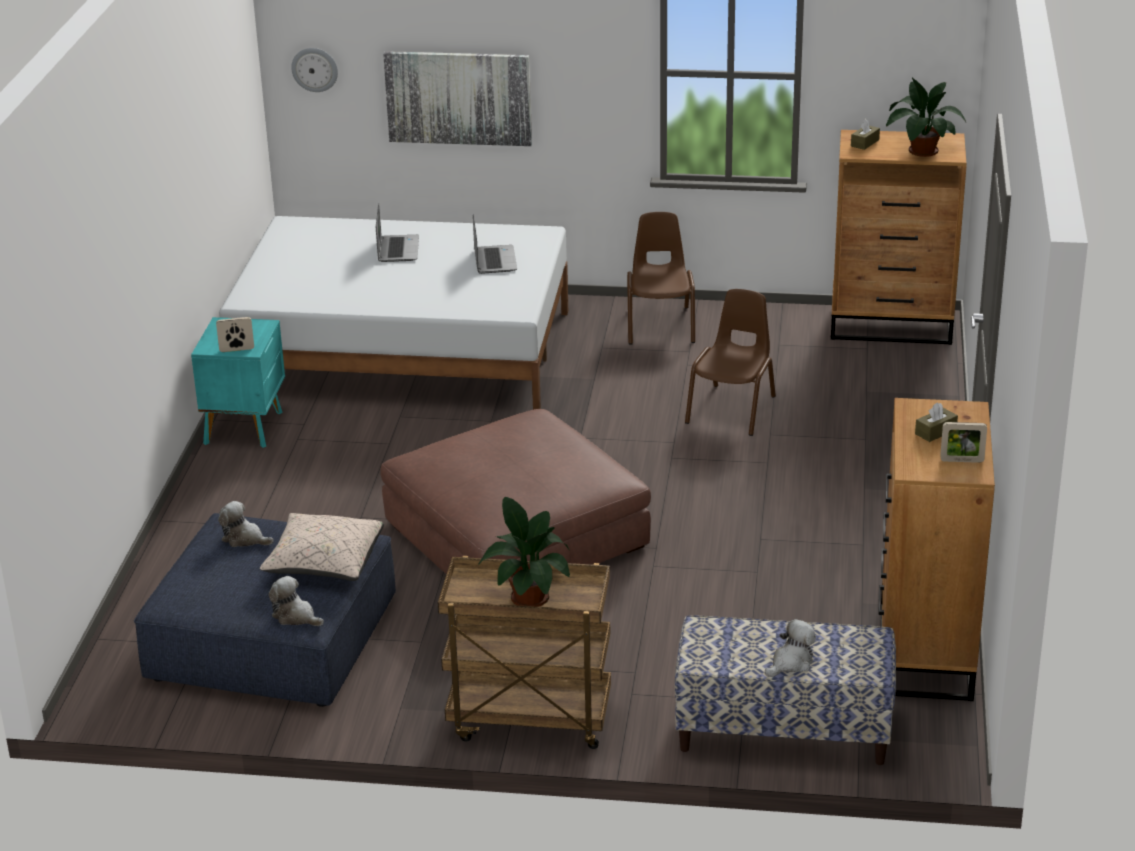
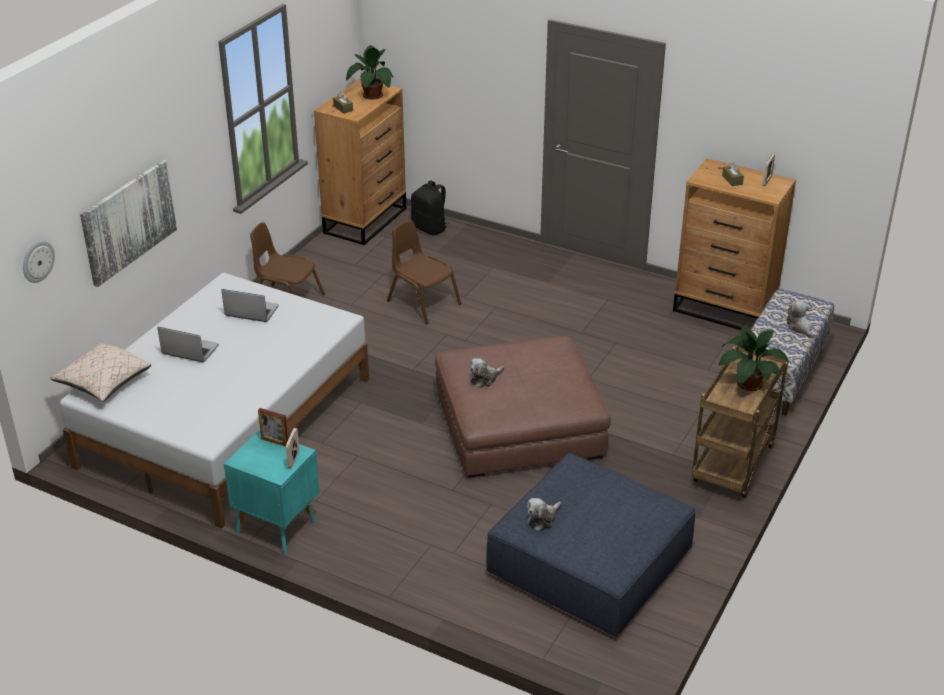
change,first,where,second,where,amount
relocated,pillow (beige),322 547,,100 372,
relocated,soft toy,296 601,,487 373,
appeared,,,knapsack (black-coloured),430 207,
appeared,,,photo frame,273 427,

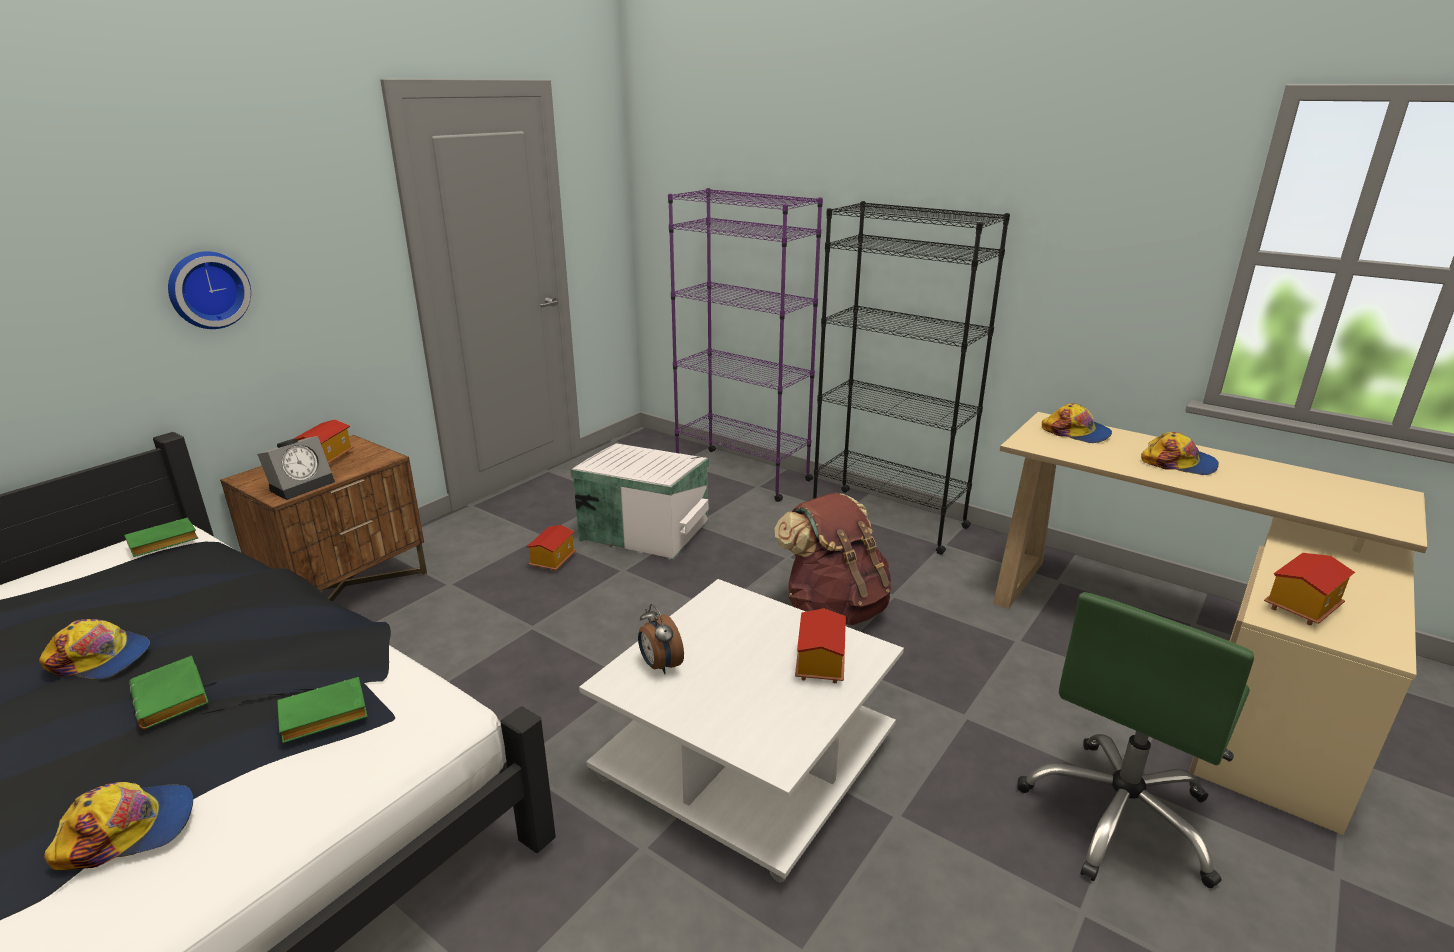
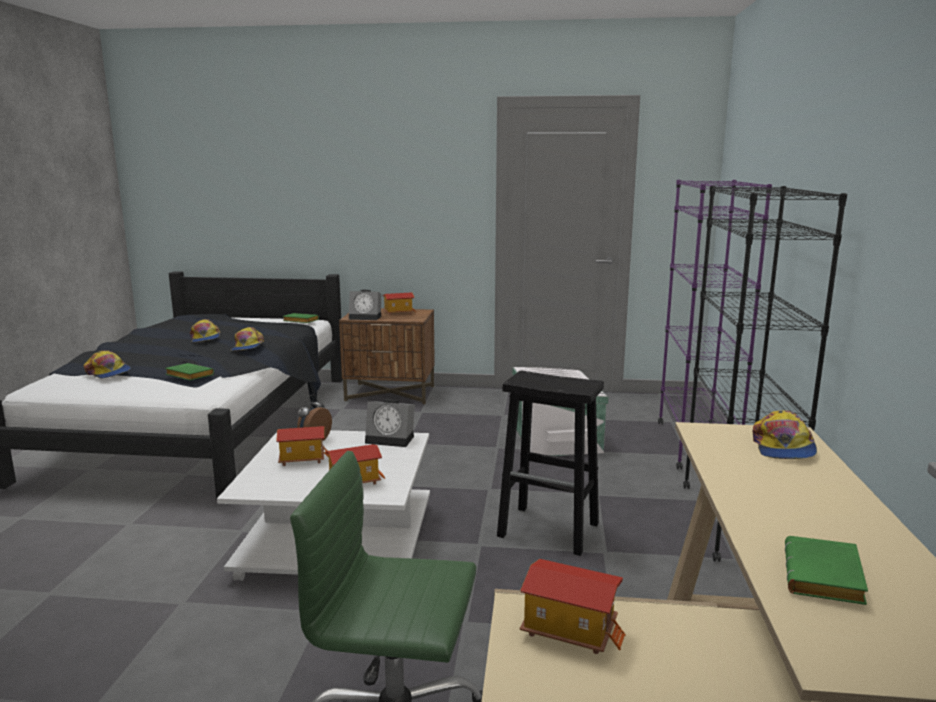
change,first,where,second,where,amount
missing,clock on the wall,209 290,,,
relocated,peaked cap,1180 453,,247 339,
exchanged,knapsack (brownish),833 559,stool seat (black-coloured),550 463,
relocated,miniature house,551 548,,302 446,
relocated,book (green),169 692,,826 570,
appeared,,,bedside clock,390 423,

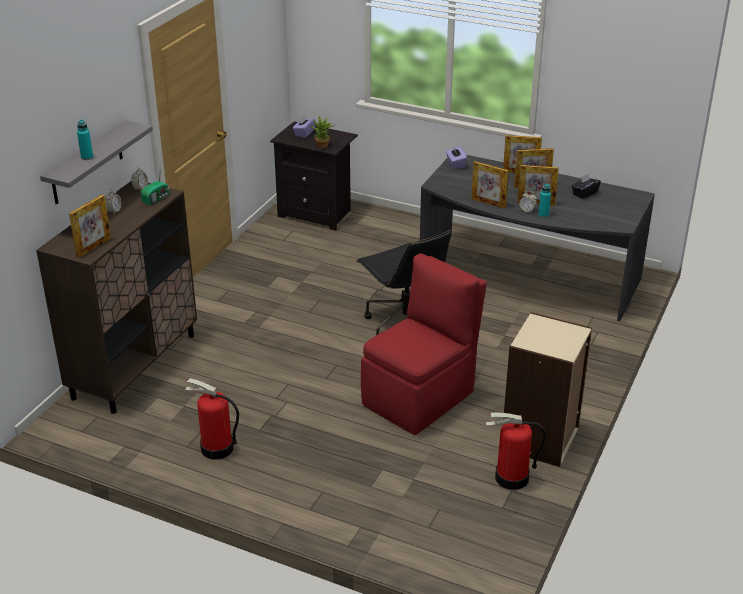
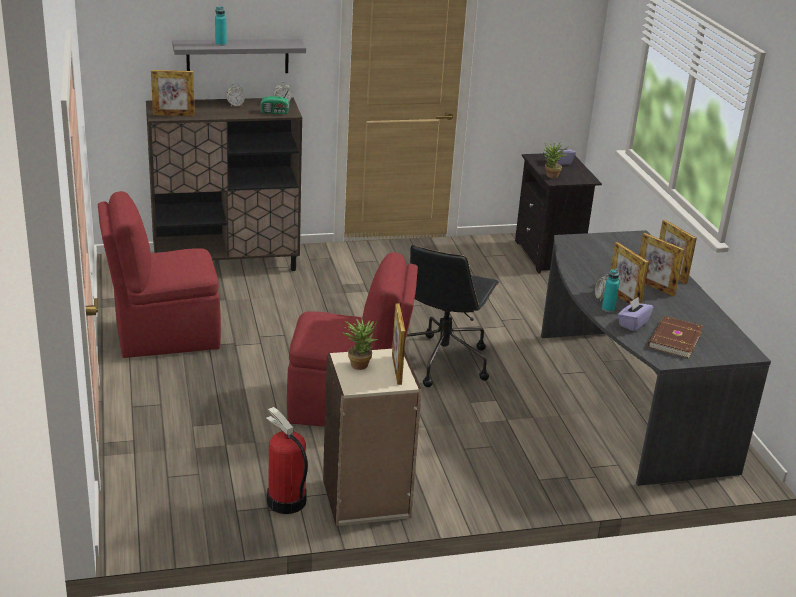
change,first,where,second,where,amount
relocated,tissue box (purplish),456 158,,635 314,
relocated,photo frame,490 185,,399 344,
missing,tissue box (black-coloured),586 186,,,
exchanged,fire-fighting cylinder,211 418,chair (red-coloured),159 274,
appeared,,,book (brownish),675 337,
appeared,,,potted plant,360 343,

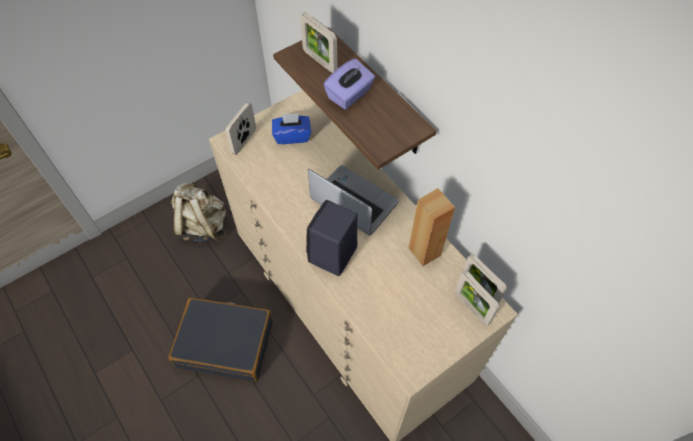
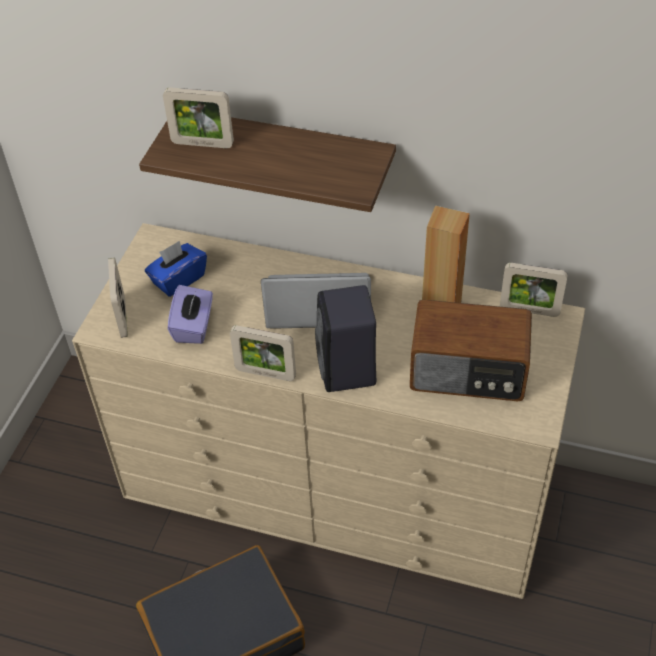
change,first,where,second,where,amount
relocated,tissue box (purplish),349 84,,190 314,
missing,knapsack (beige),198 212,,,
relocated,photo frame,477 298,,263 353,
appeared,,,radio,471 350,

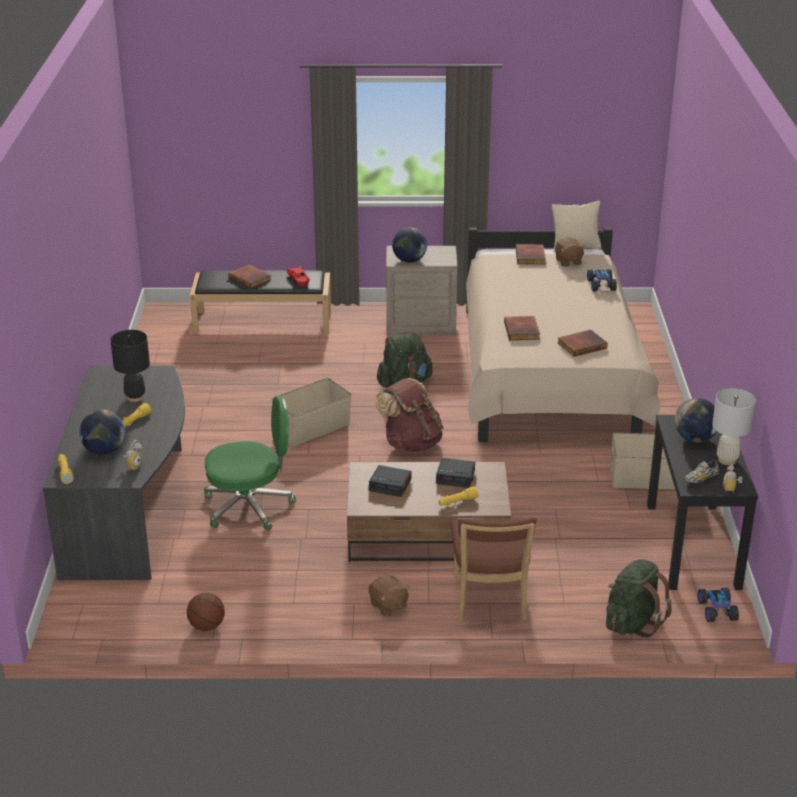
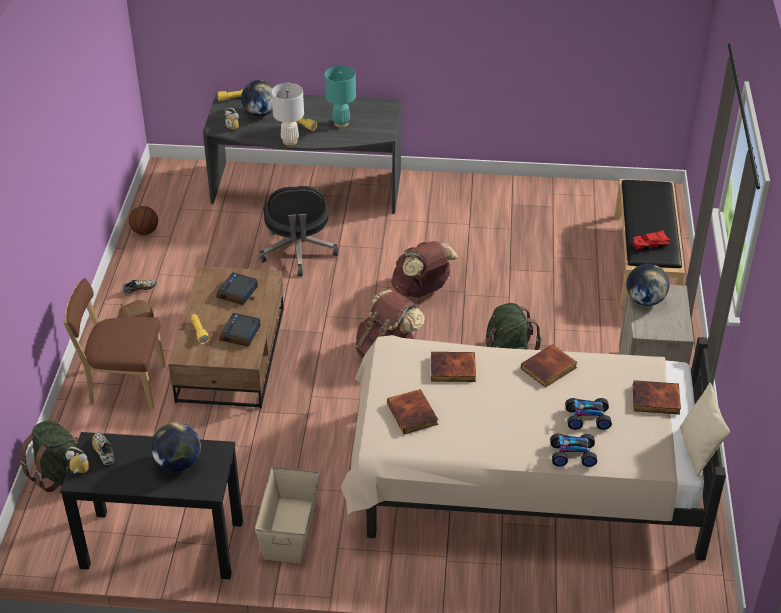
change,first,where,second,where,amount
missing,soft toy (brownish),570 252,,,
relocated,book,249 277,,549 366,
colour,table lamp (black-coloured),130 366,table lamp (blue-green),340 97,
exchanged,storage bin (beige),312 412,knapsack (brownish),424 269,
relocated,table lamp (whitish),734 426,,287 114,
colour,office chair (green),250 463,office chair (black-coloured),299 231,
relocated,toy car,718 605,,588 414,
appeared,,,shoe,139 287,

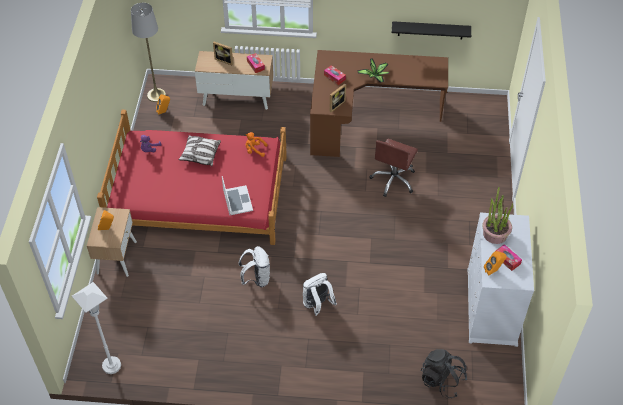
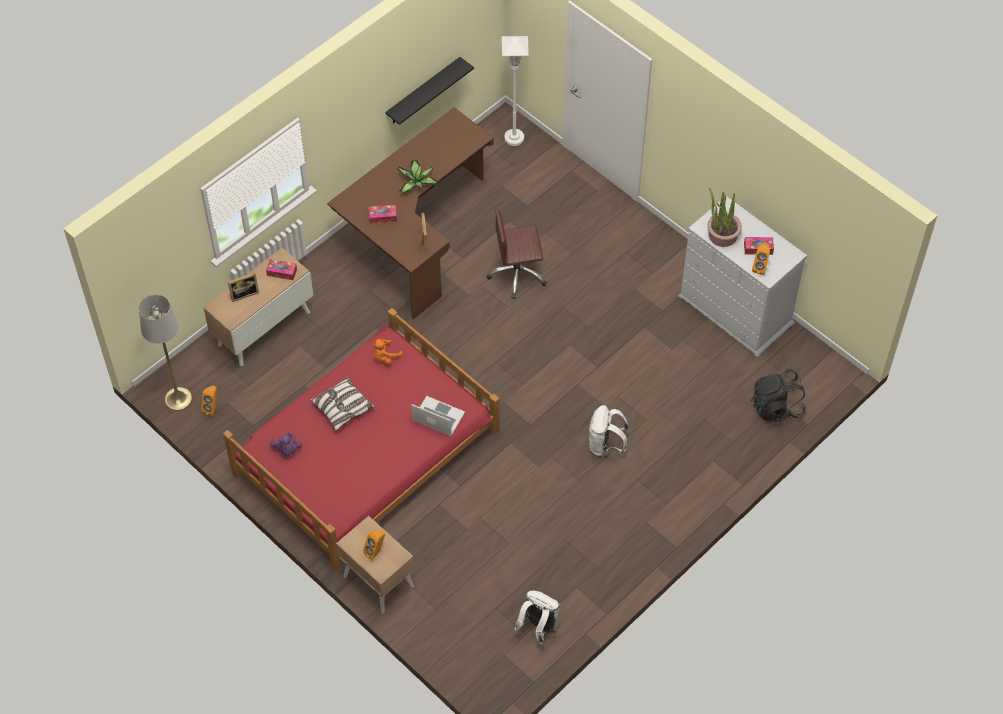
change,first,where,second,where,amount
spun,office chair (brownish),393 168,,517 253,105 degrees clockwise
relocated,knapsack (whitish),254 266,,537 618,
relocated,floor lamp (whitish),96 328,,515 91,

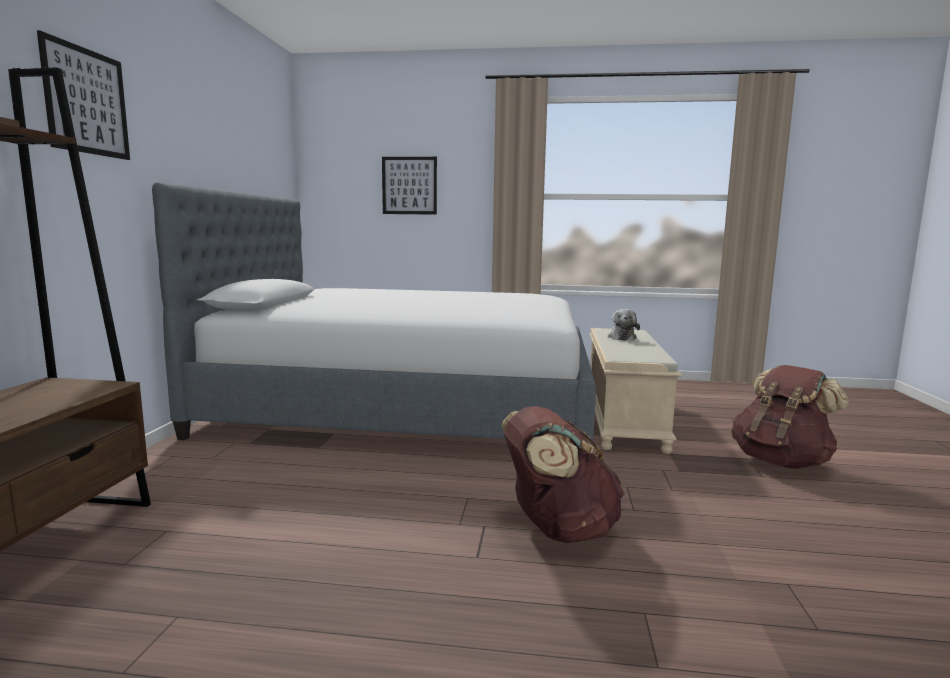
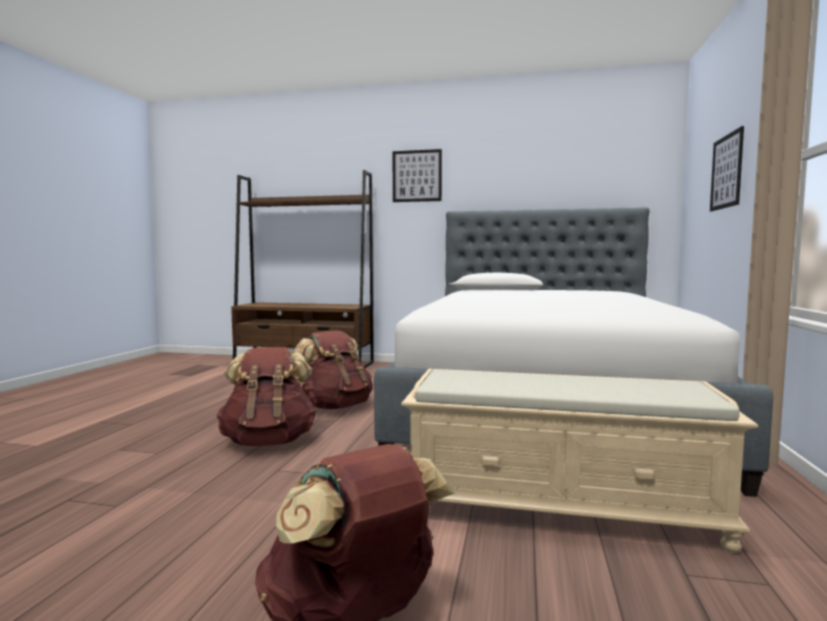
change,first,where,second,where,amount
missing,soft toy,624 325,,,
appeared,,,knapsack (brownish),333 369,

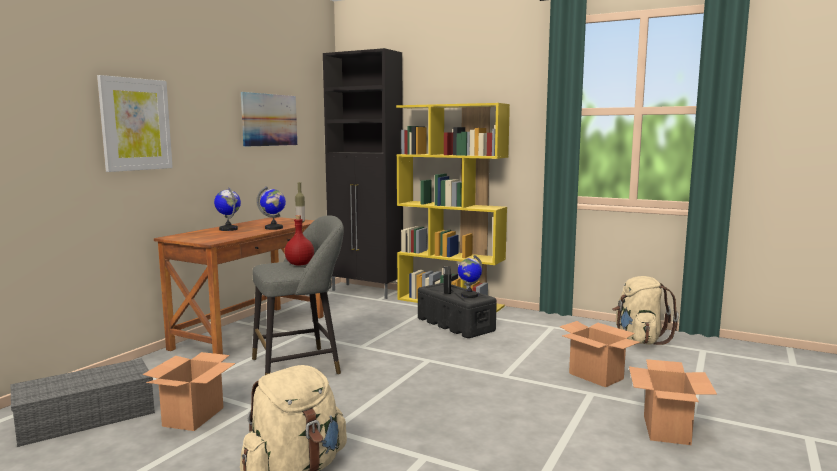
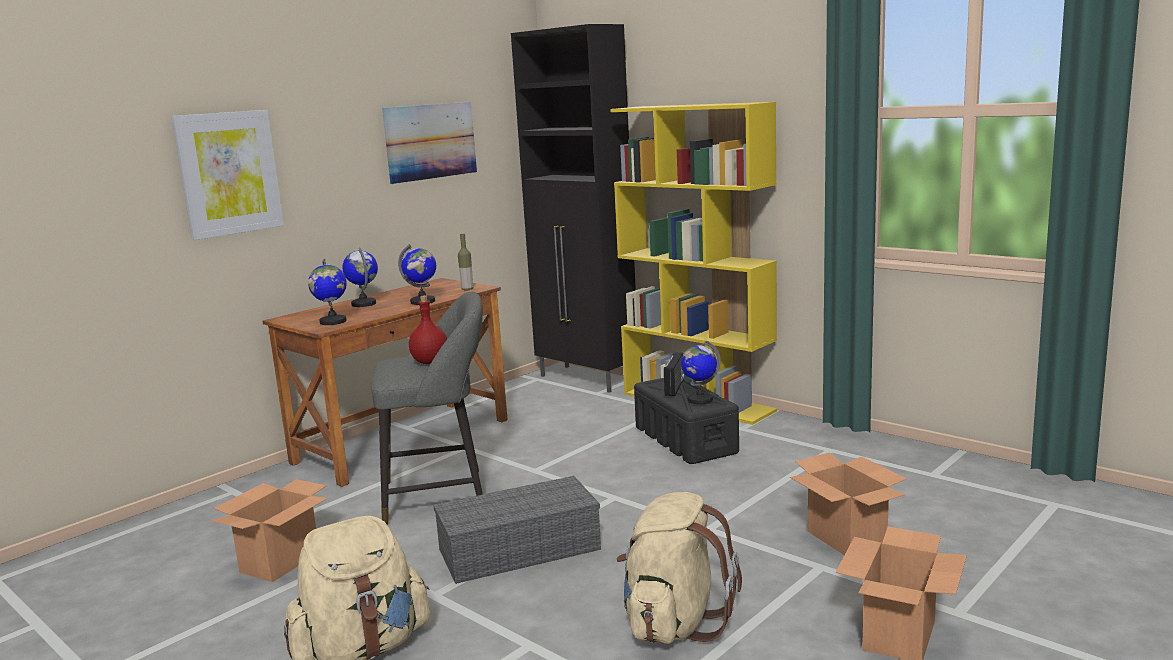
change,first,where,second,where,amount
relocated,knapsack (beige),645 310,,679 568,
relocated,storage bin (grey),83 403,,517 530,
appeared,,,world globe,327 292,

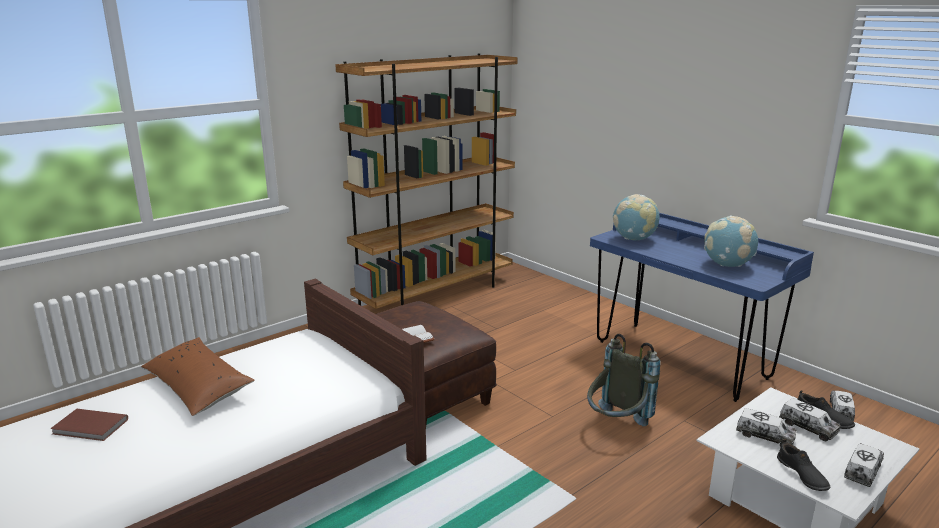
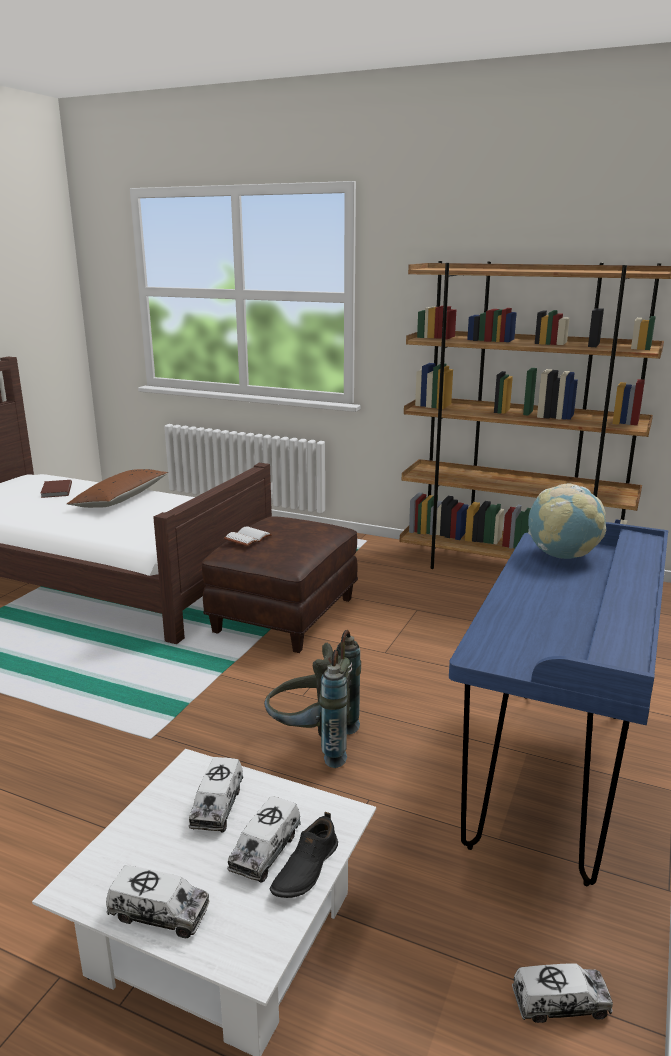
change,first,where,second,where,amount
missing,world globe,731 241,,,
missing,shoe (black-coloured),803 465,,,

